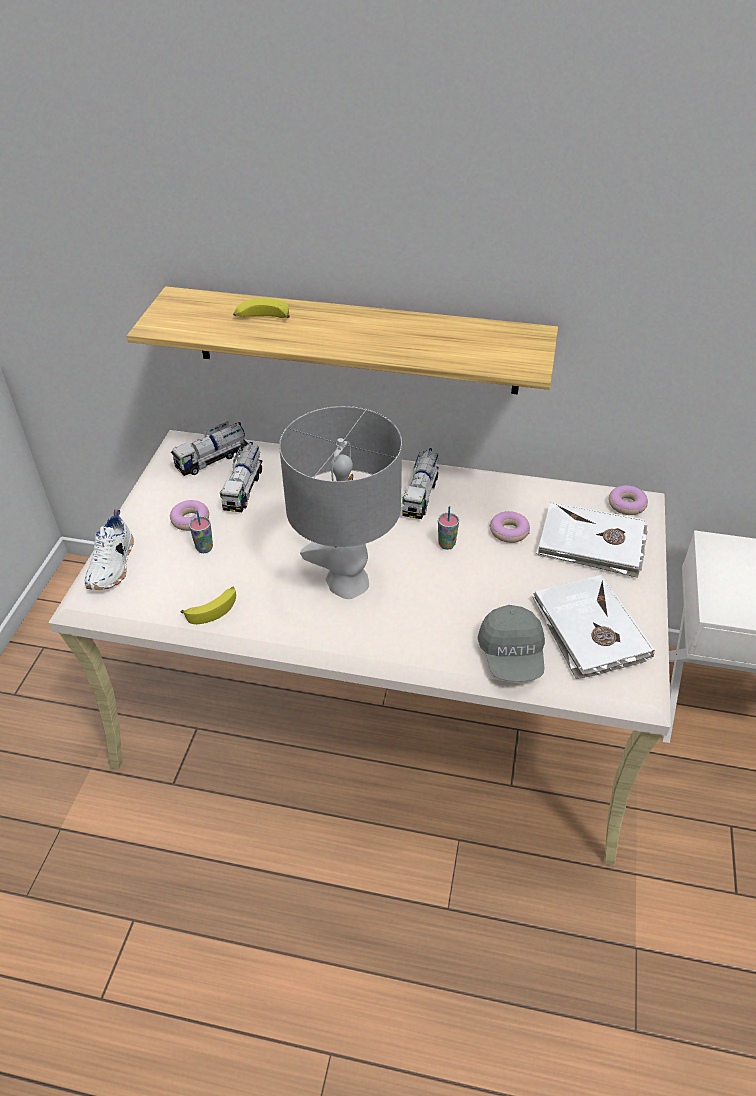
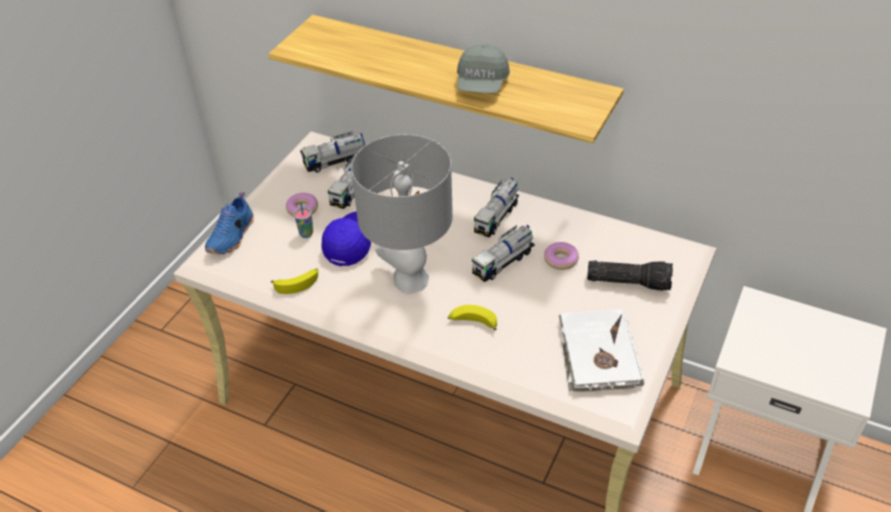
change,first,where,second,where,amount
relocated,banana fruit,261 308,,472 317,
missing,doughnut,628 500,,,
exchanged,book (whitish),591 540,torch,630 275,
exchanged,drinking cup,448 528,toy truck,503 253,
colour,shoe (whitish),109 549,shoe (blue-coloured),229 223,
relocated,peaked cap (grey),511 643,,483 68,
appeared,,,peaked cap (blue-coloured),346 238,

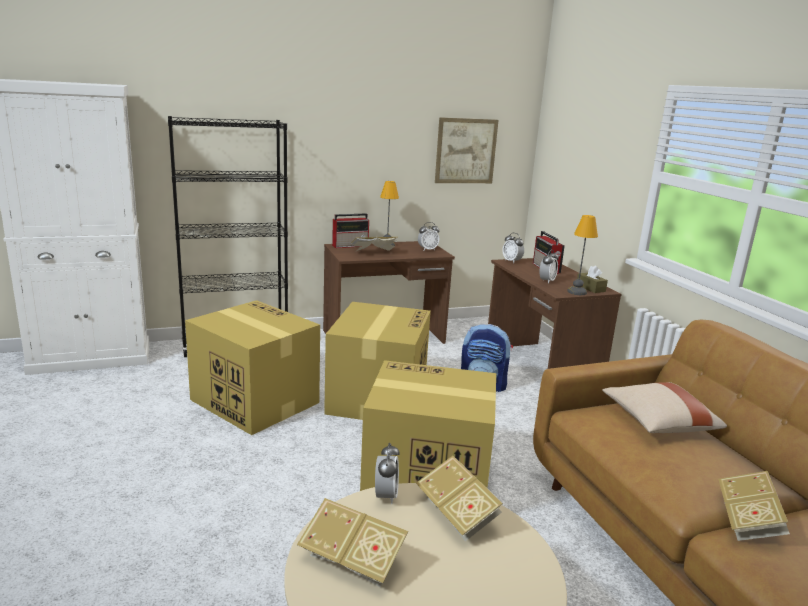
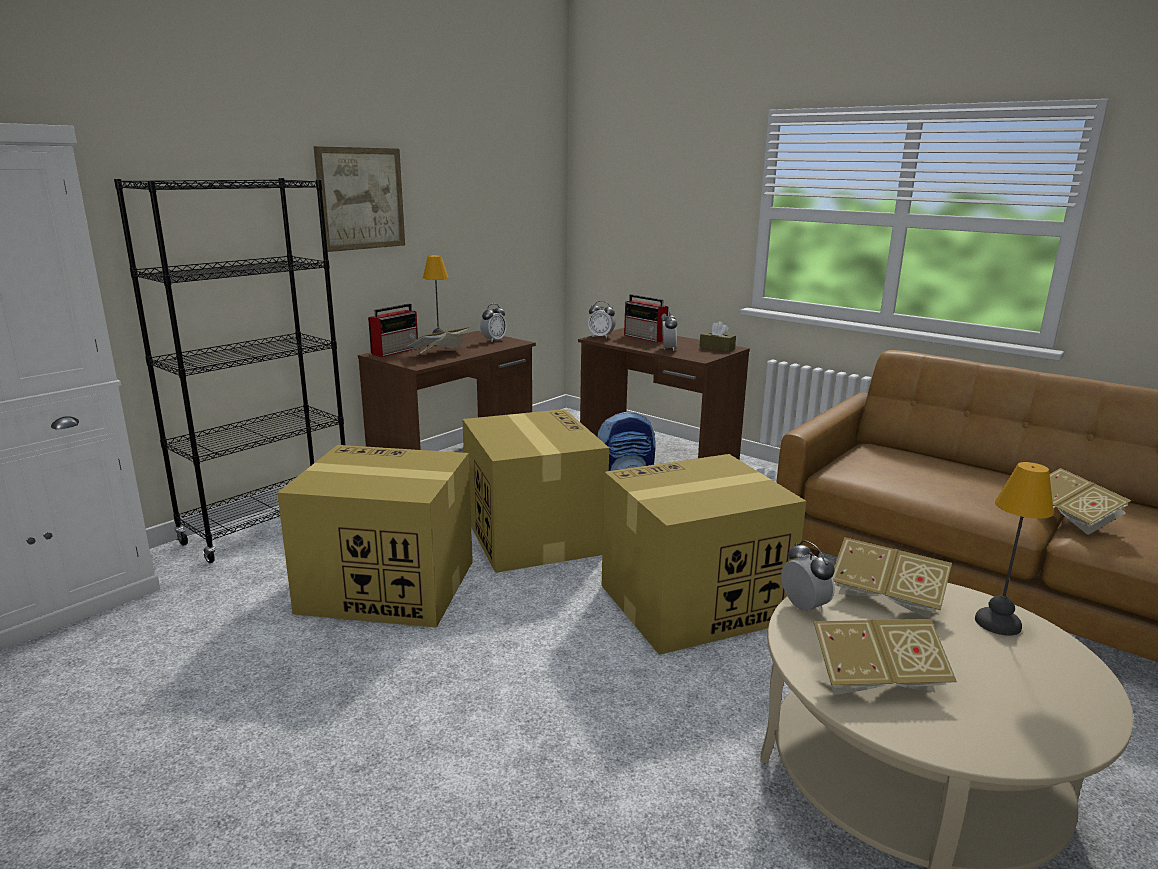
change,first,where,second,where,amount
relocated,picture,466 150,,359 199,
relocated,table lamp,582 255,,1014 549,
missing,pillow (beige),664 407,,,

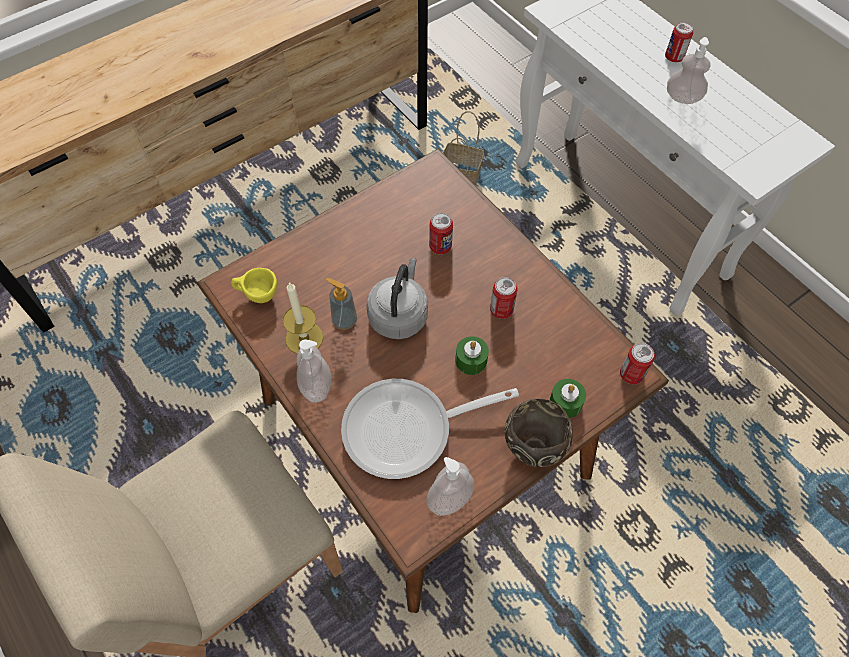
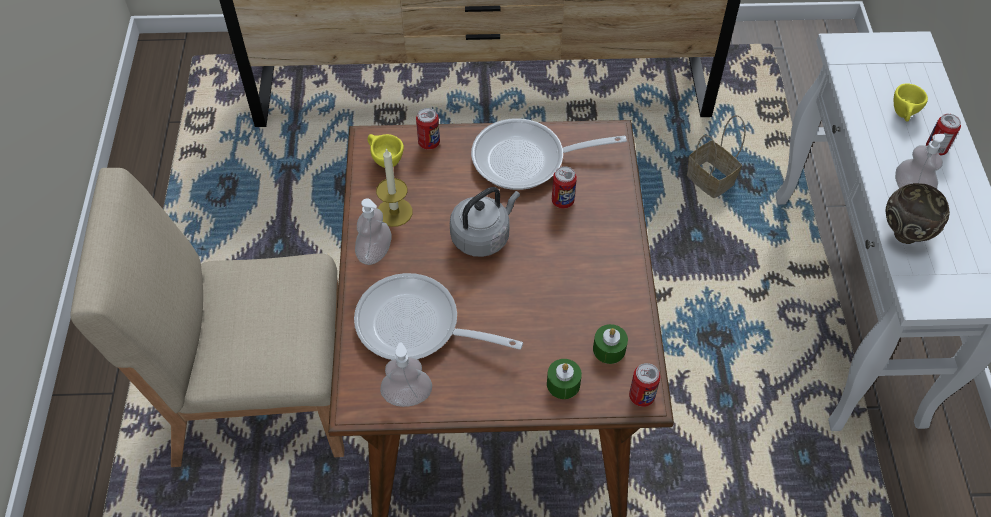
change,first,where,second,where,amount
relocated,metal can,504 298,,428 129,
missing,liquid soap bottle,341 304,,,
relocated,candle (green),472 355,,610 344,
relocated,bowl (brownish),539 433,,917 213,
appeared,,,drinking cup (yellow),911 102,
appeared,,,skillet,549 154,

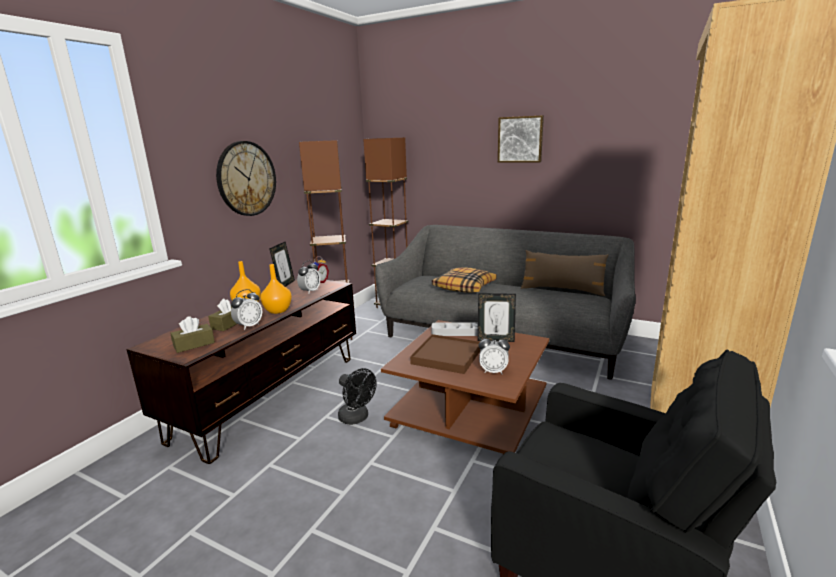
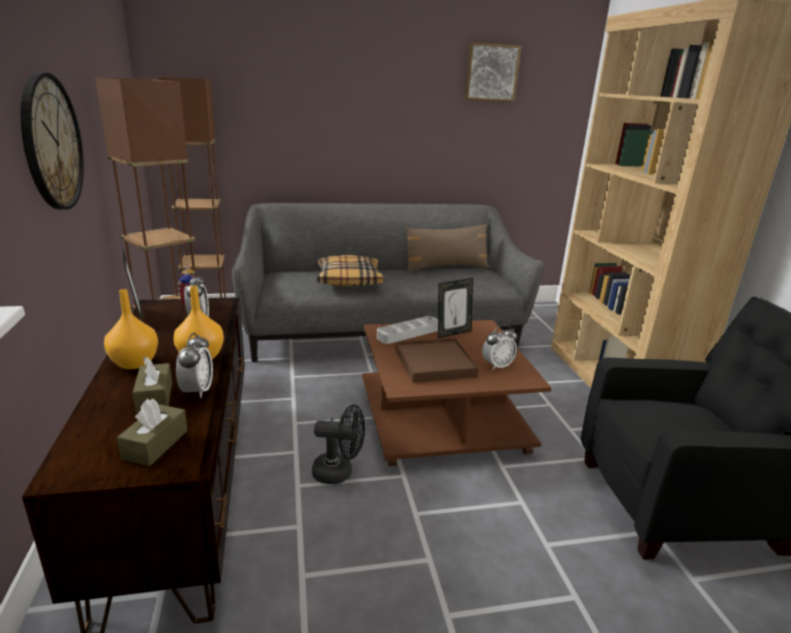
change,first,where,second,where,amount
relocated,picture,521 139,,493 72,

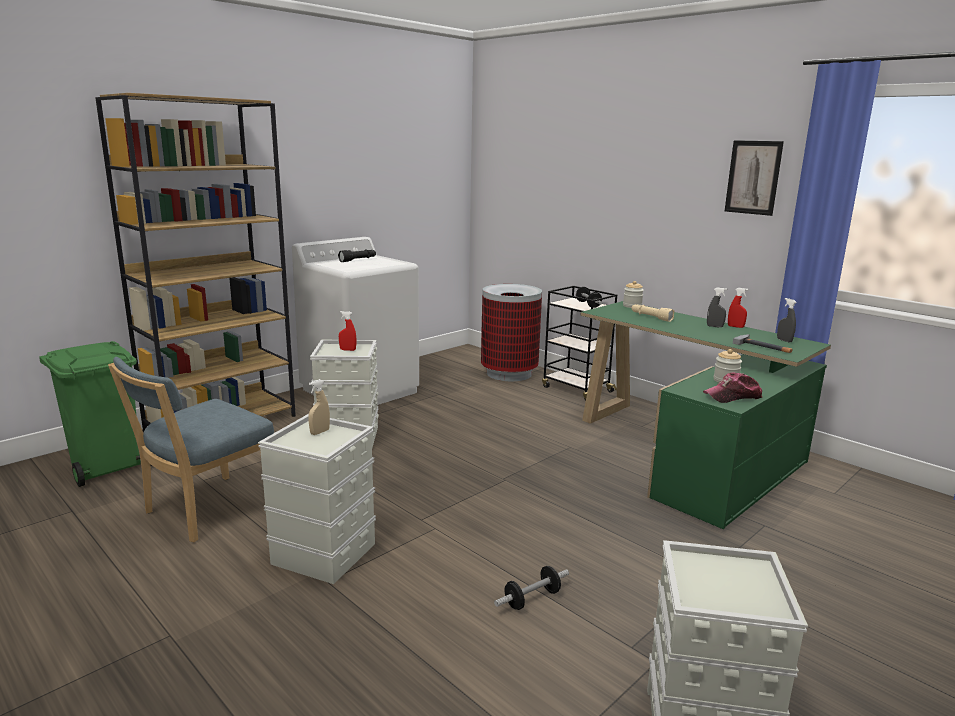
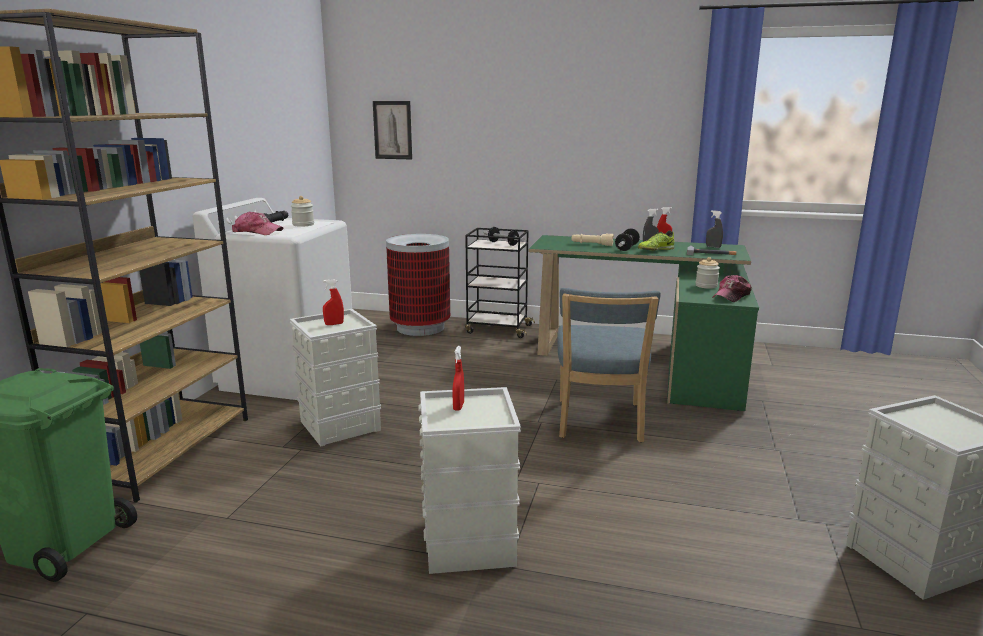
change,first,where,second,where,amount
relocated,picture,754 178,,392 130,
relocated,jar,633 294,,302 211,
relocated,chair (blue-coloured),191 449,,609 365,
colour,sprayer (beige),319 407,sprayer (red-coloured),458 378,
relocated,free weight,531 588,,627 239,
appeared,,,peaked cap,257 223,
appeared,,,shoe,656 240,

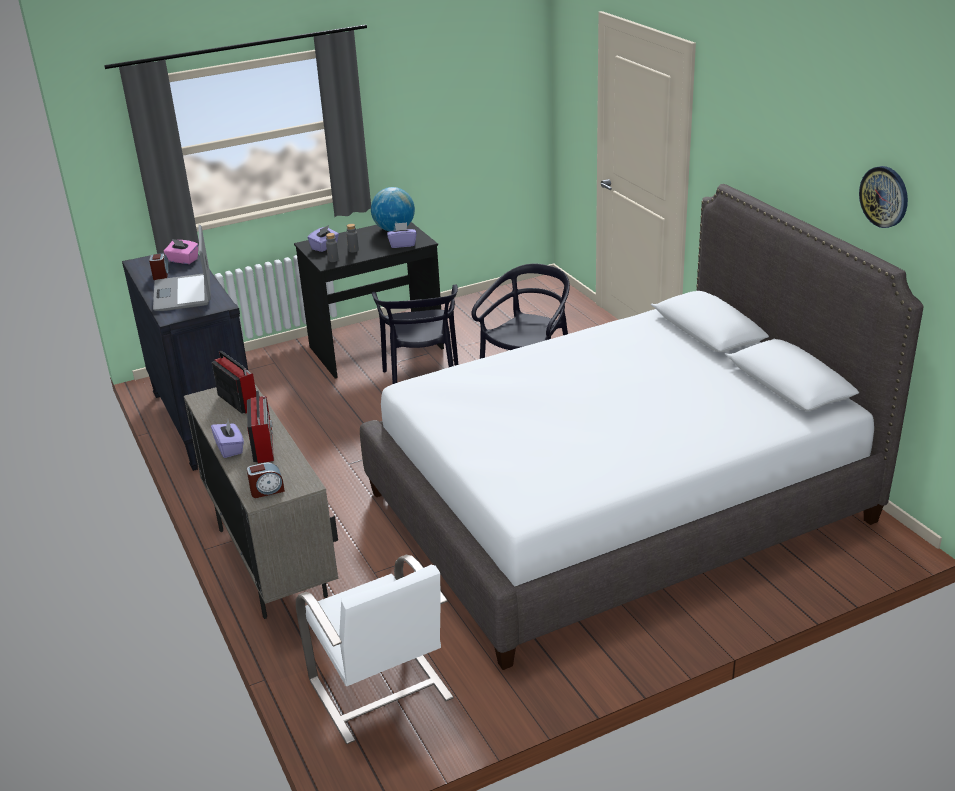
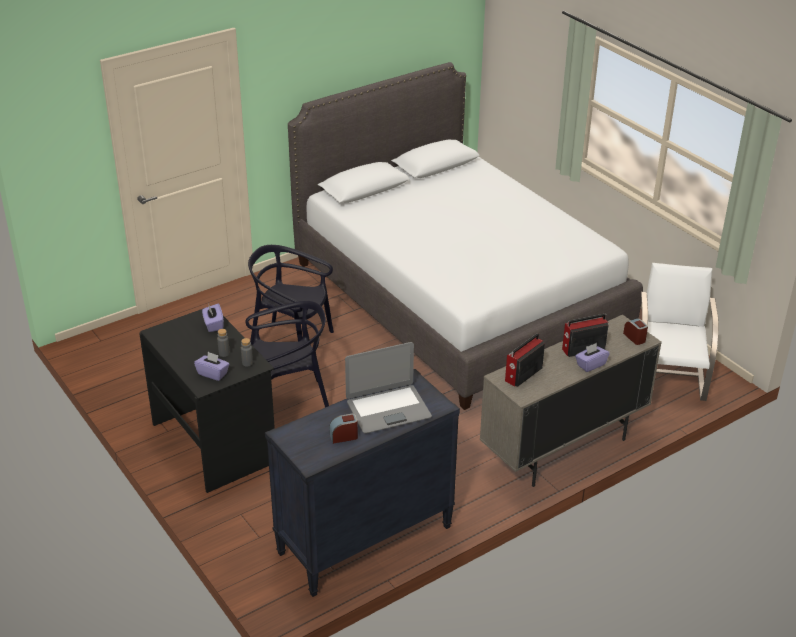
change,first,where,second,where,amount
missing,clock on the wall,883 197,,,
missing,world globe,393 209,,,
missing,tissue box (pinkish),181 251,,,
spun,chair (whitish),375 649,,680 332,45 degrees counterclockwise

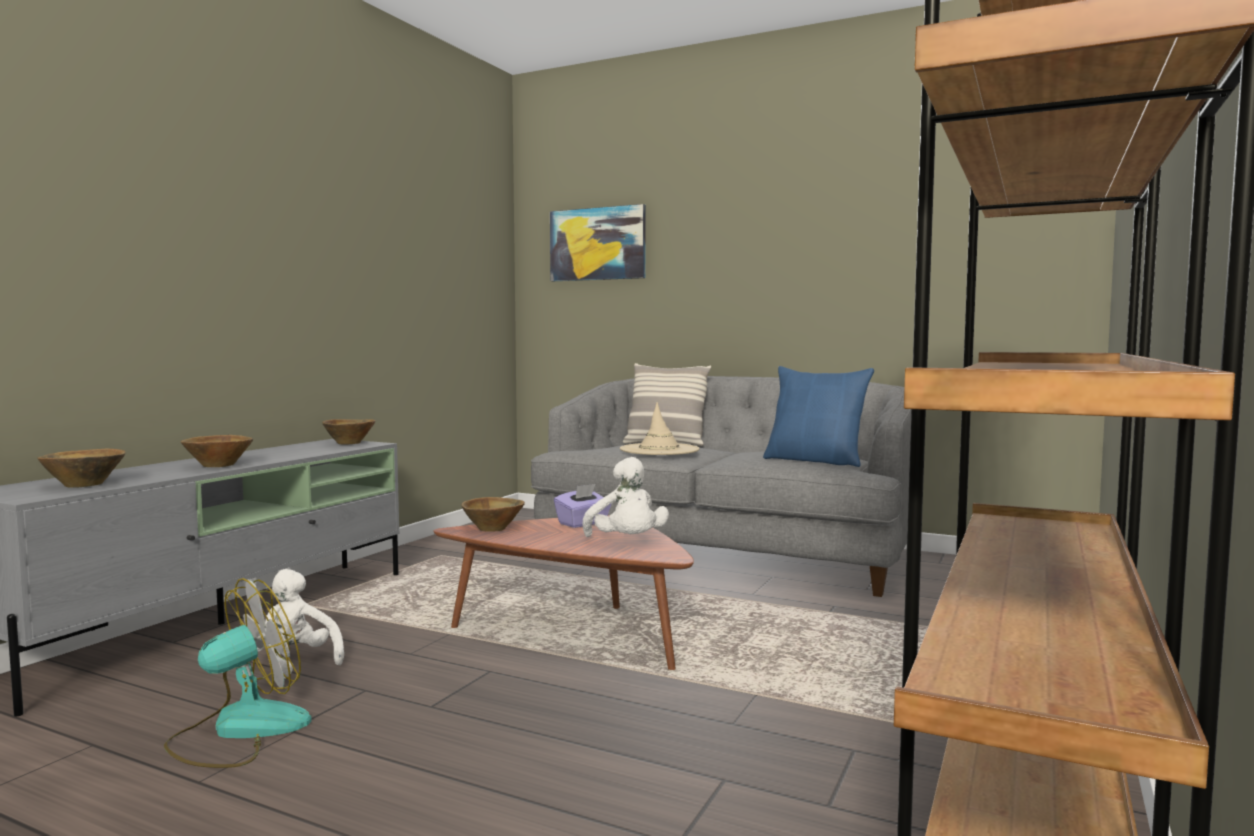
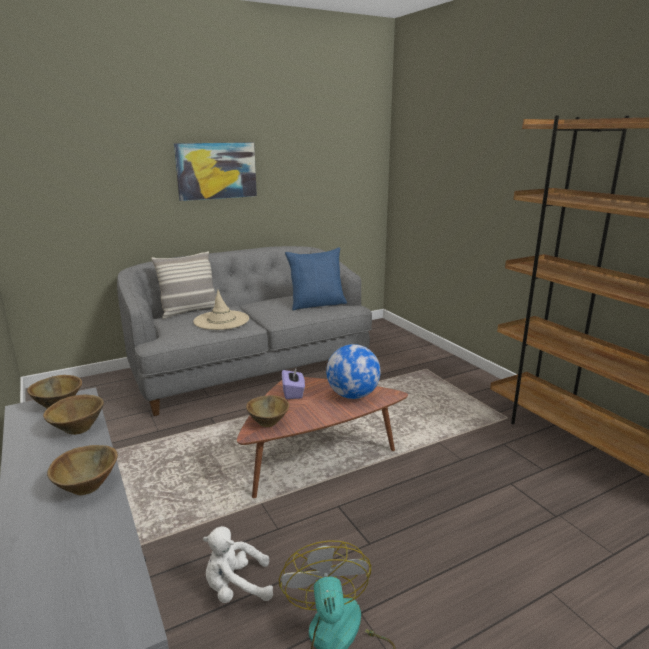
change,first,where,second,where,amount
relocated,picture,598 242,,215 171,
relocated,bowl (brownish),81 468,,73 415,
exchanged,soft toy (whitish),626 497,world globe,353 371,

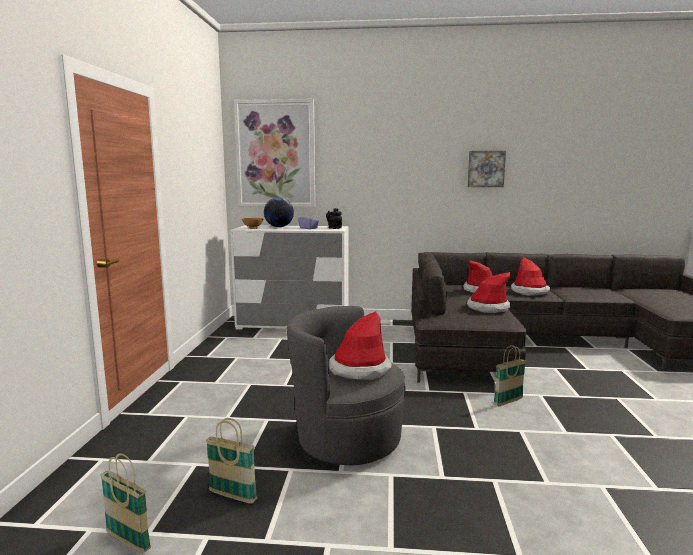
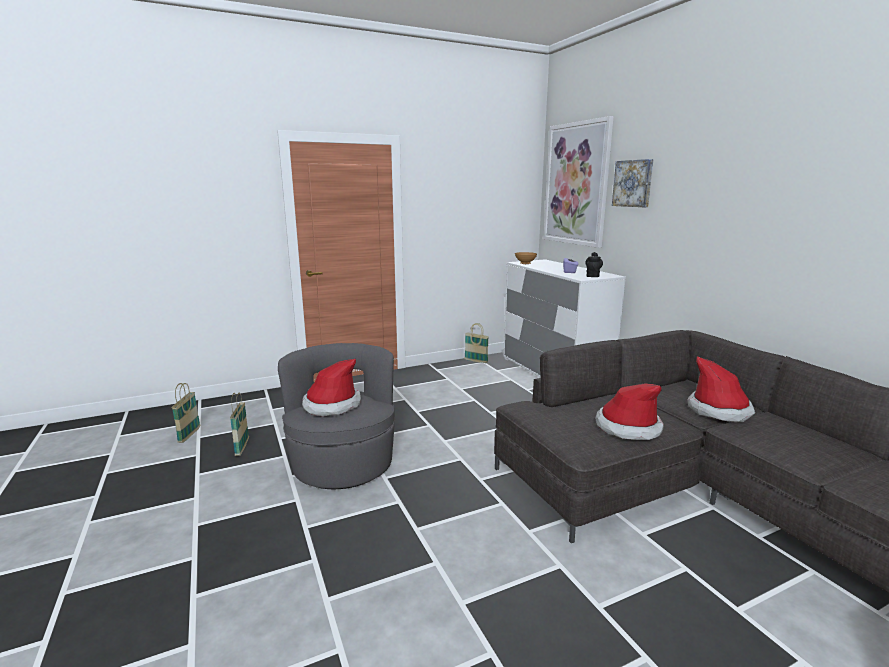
change,first,where,second,where,amount
relocated,picture,486 169,,633 183,
missing,world globe,279 212,,,
missing,clothing hat,530 276,,,
relocated,basket,509 375,,476 343,

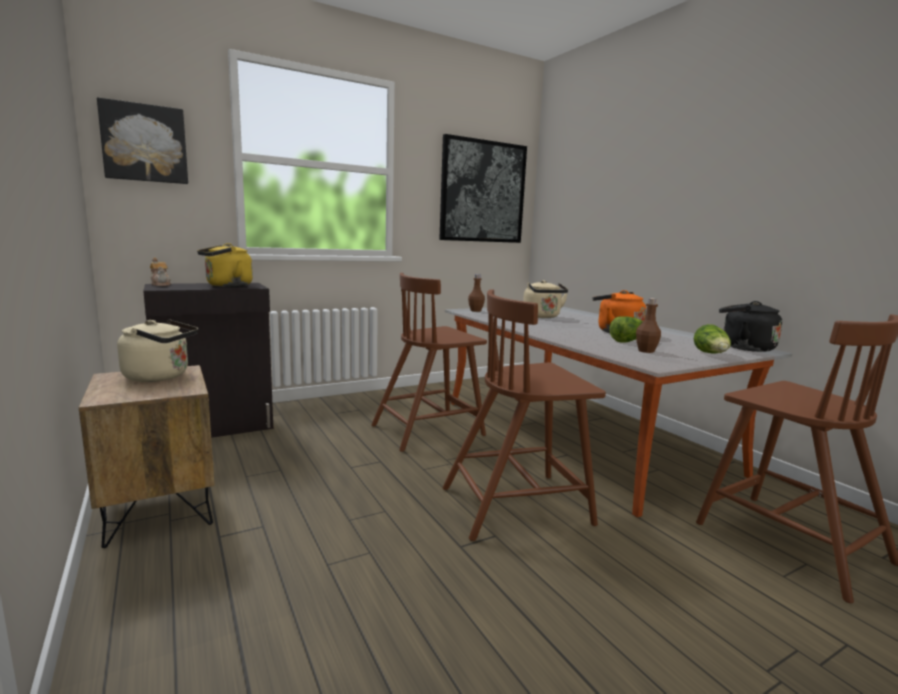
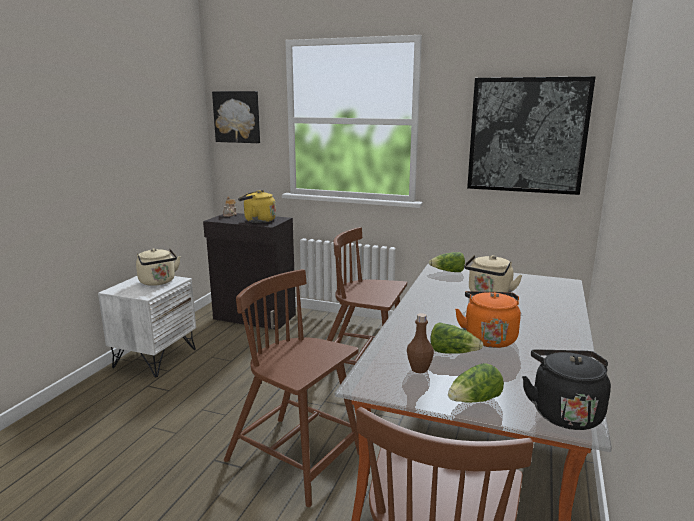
change,first,where,second,where,amount
exchanged,drink bottle (brownish),476 293,head of lettuce,447 262,
colour,nightstand (brownish),146 456,nightstand (whitish),147 326,

